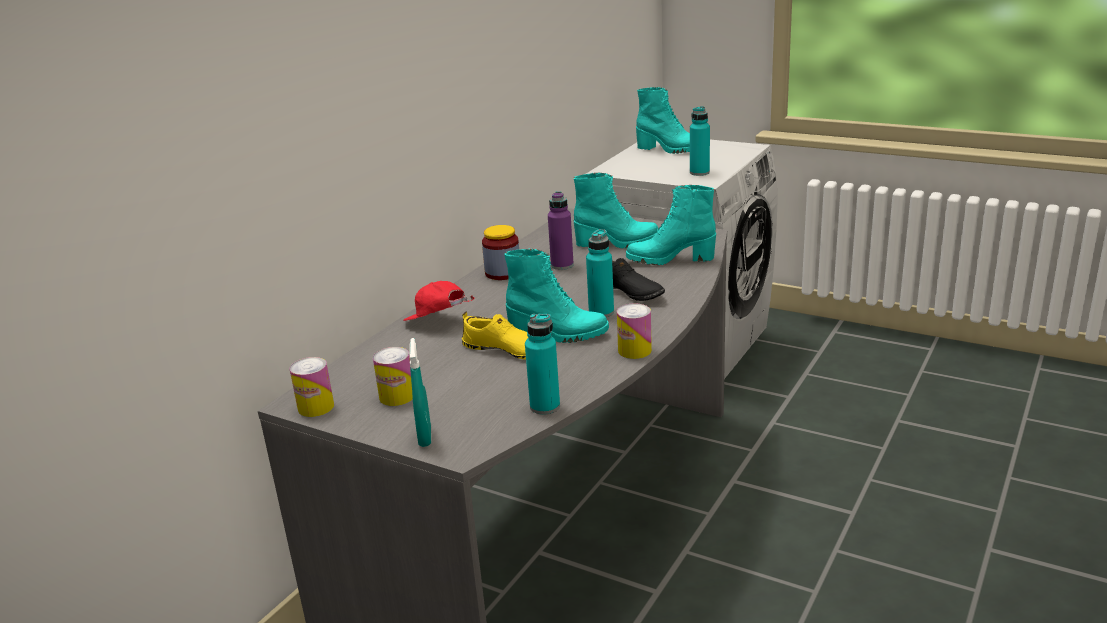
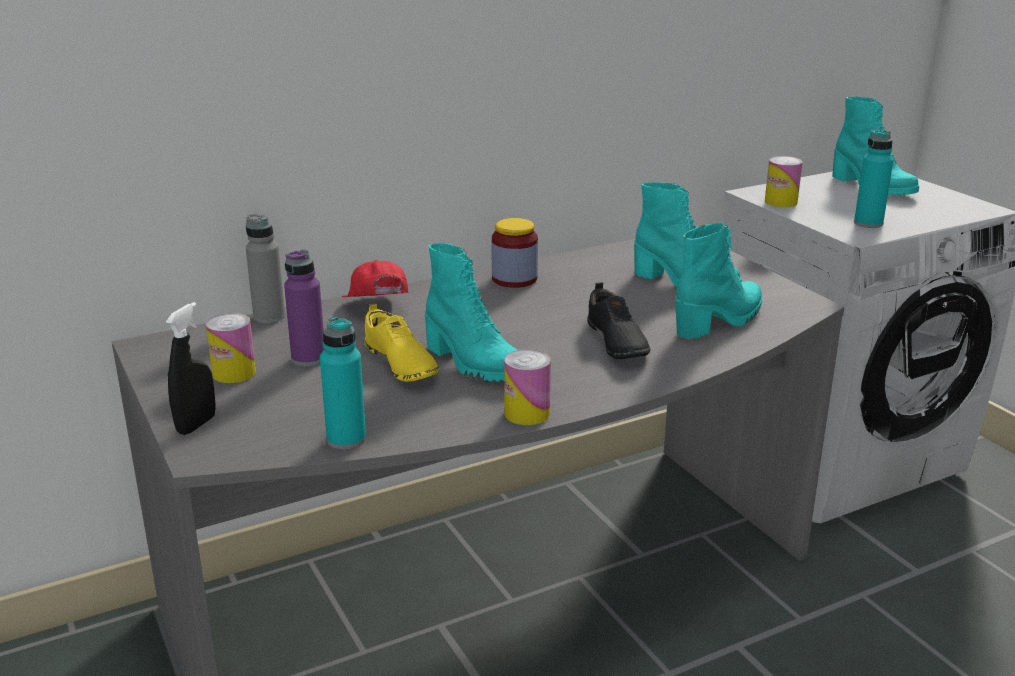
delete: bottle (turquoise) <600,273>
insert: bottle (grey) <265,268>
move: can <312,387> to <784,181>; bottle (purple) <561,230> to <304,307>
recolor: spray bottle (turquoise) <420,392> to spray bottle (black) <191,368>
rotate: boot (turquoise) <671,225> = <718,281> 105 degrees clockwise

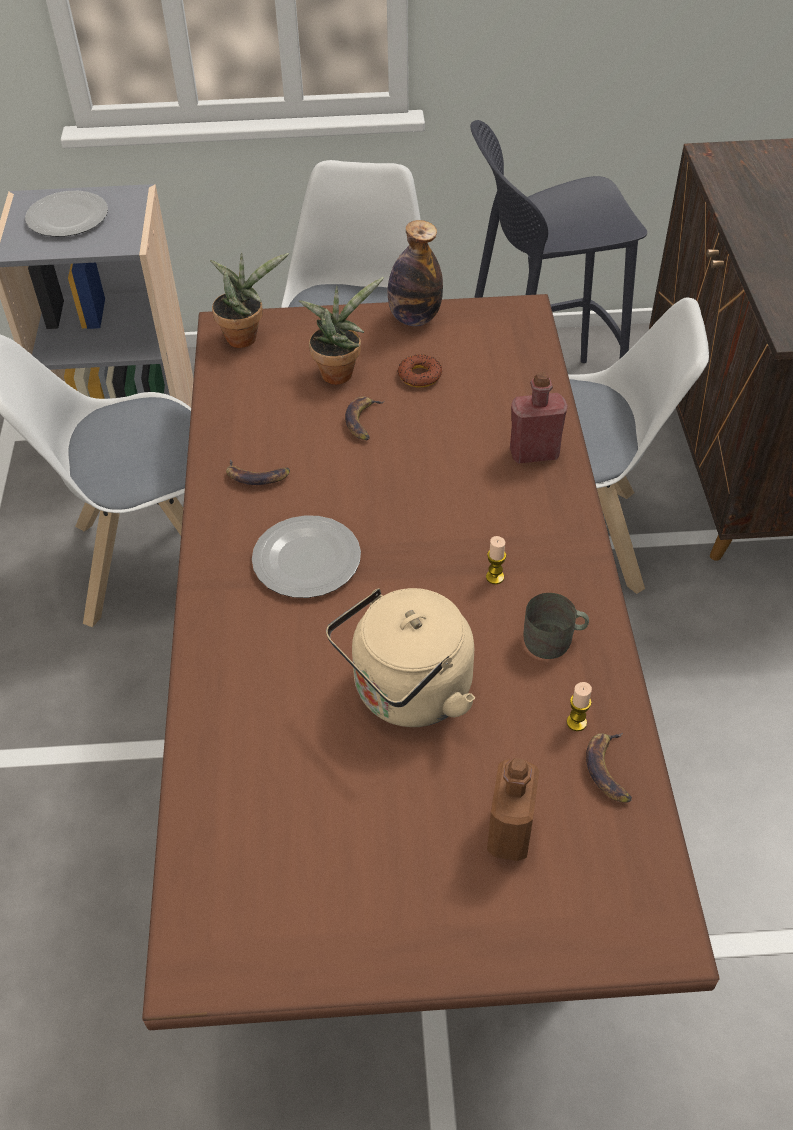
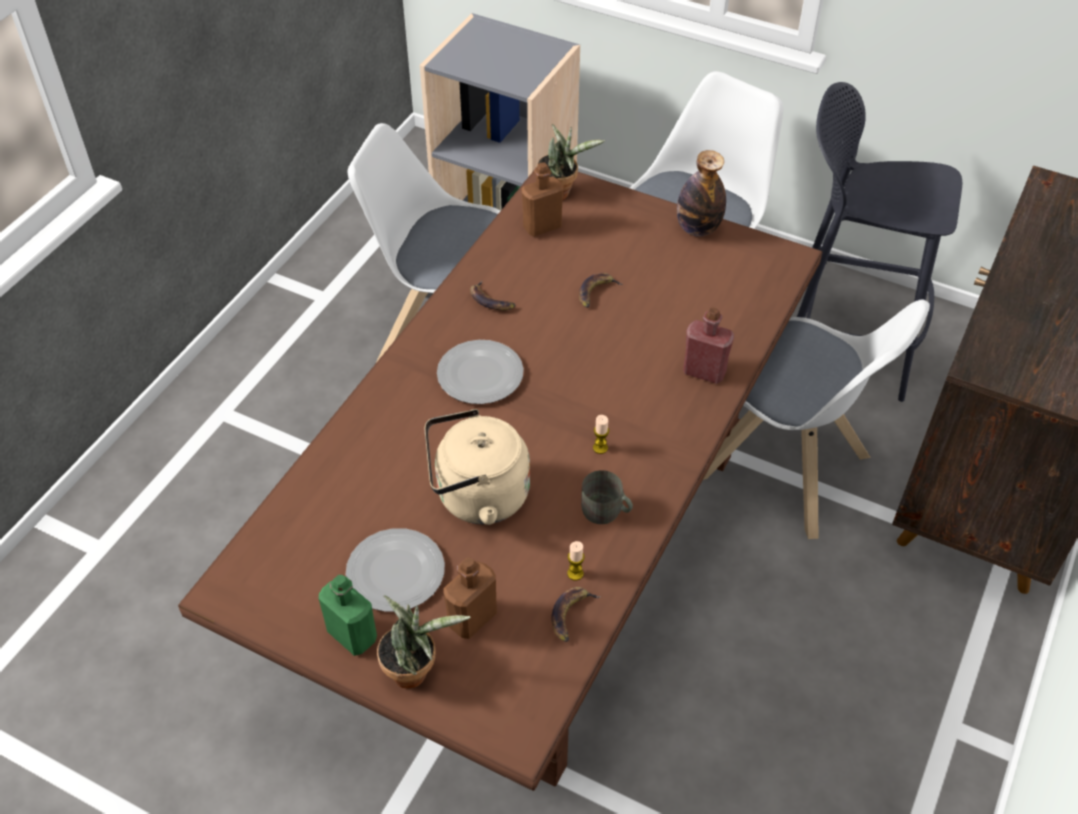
delete: donut <420,371>
insert: bottle (green) <348,615>; bottle (brown) <543,199>
move: plate <66,214> to <395,570>; potted plant <341,331> to <424,642>

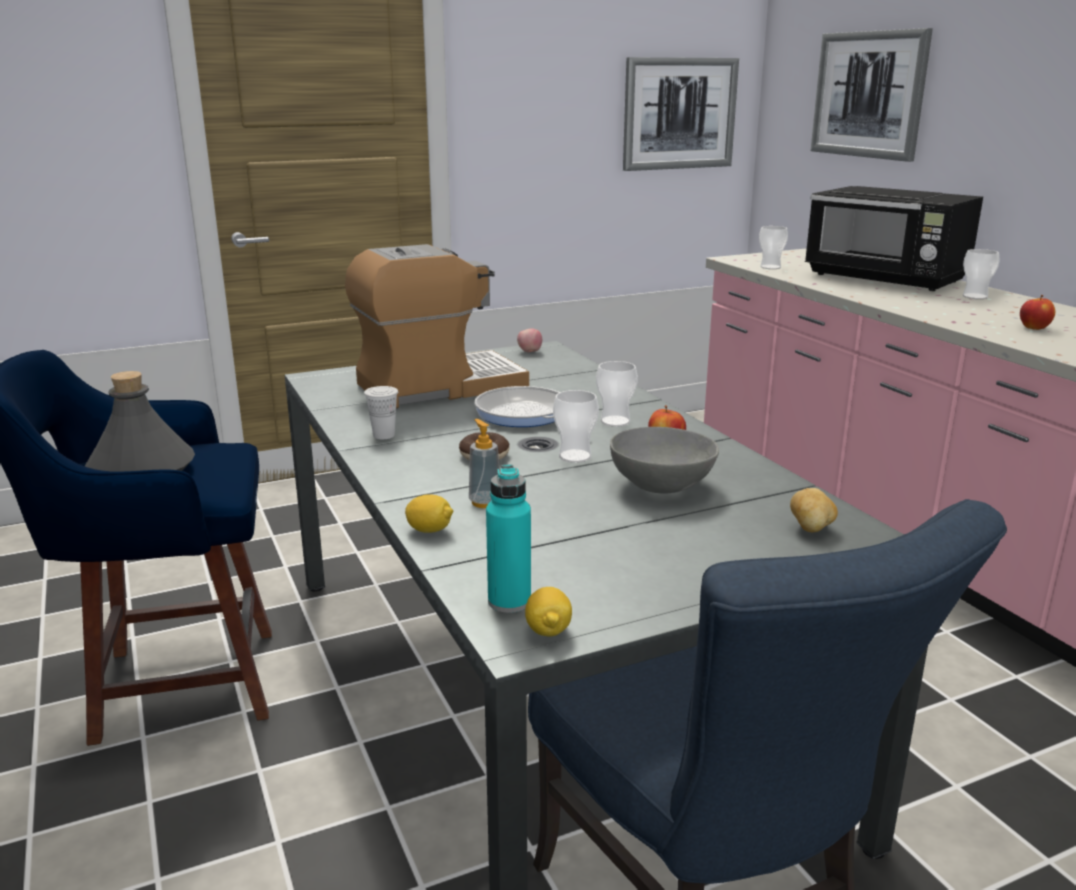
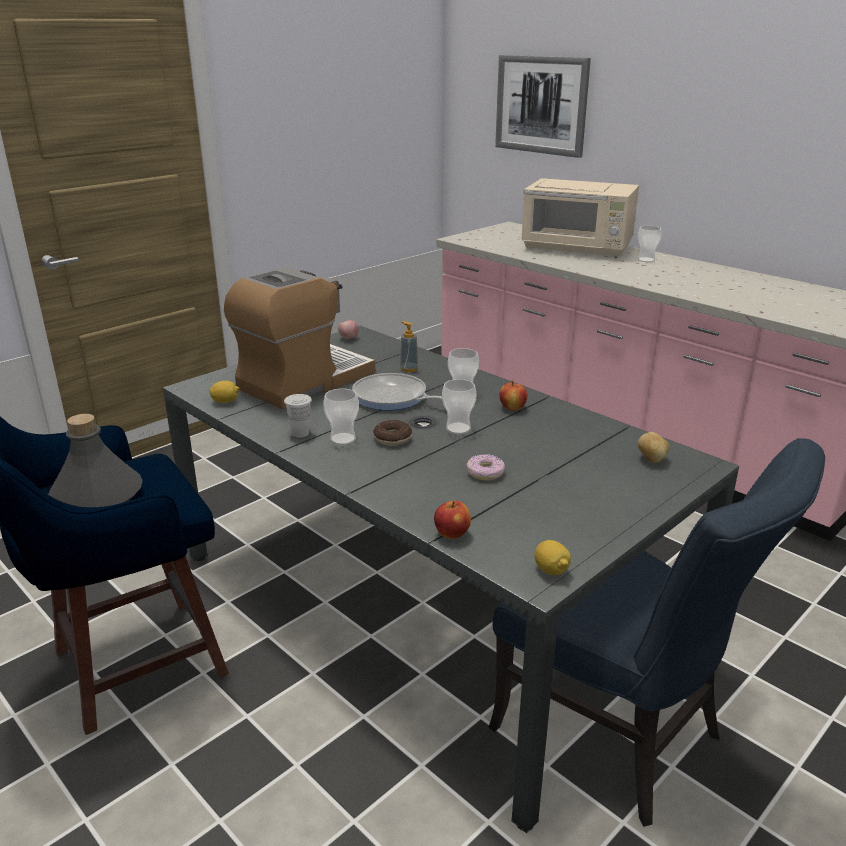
delete: bottle (turquoise) <508,538>; bowl (grey) <664,460>; picture <681,114>
insert: donut <486,467>
move: lemon <429,513> to <224,392>; soap dispenser <484,463> to <409,346>; cup <773,247> to <341,416>; apple <1037,312> to <452,520>
recolor: microwave (black) <894,238> to microwave (beige) <580,218>

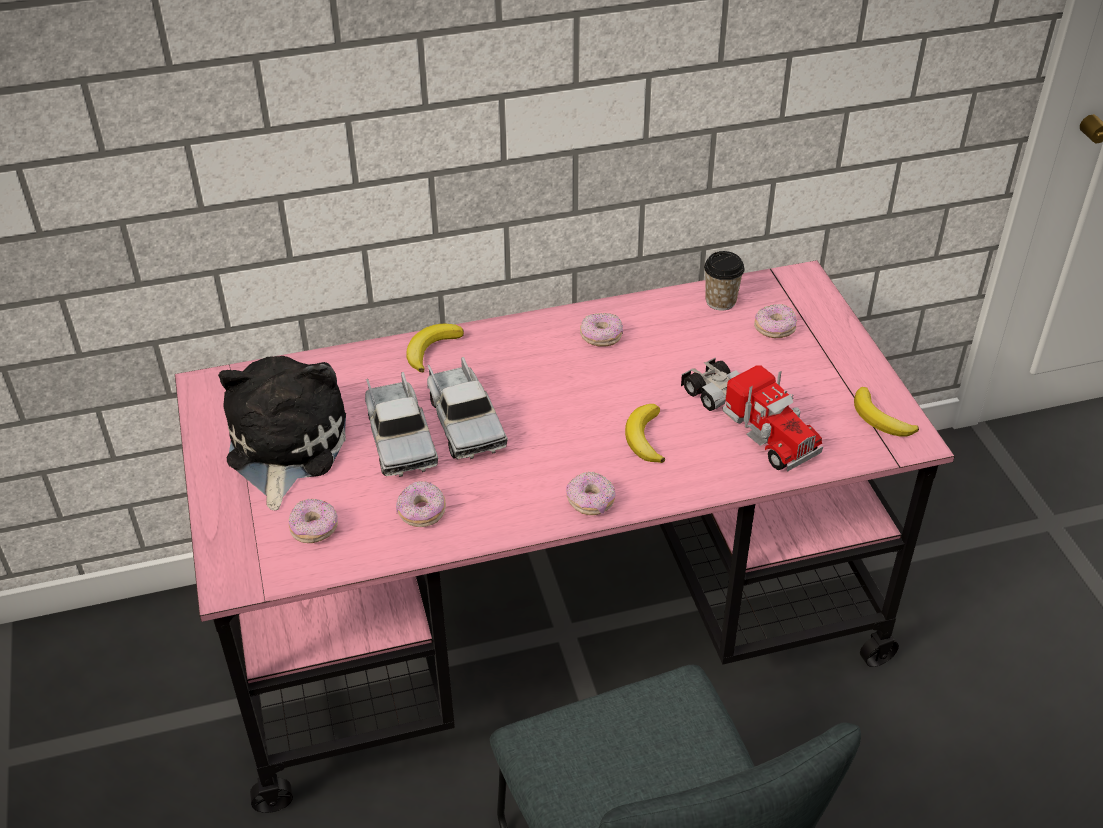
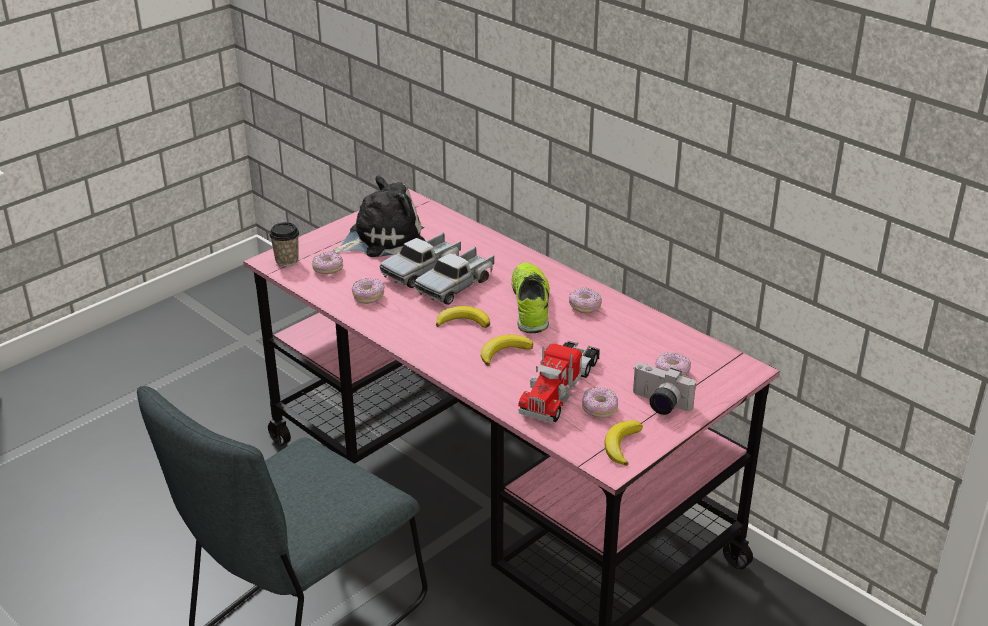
insert: shoe <531,297>; photo camera <664,389>
move: banana <435,348> to <463,317>; donut <591,493> to <600,402>; cup <724,281> to <284,244>

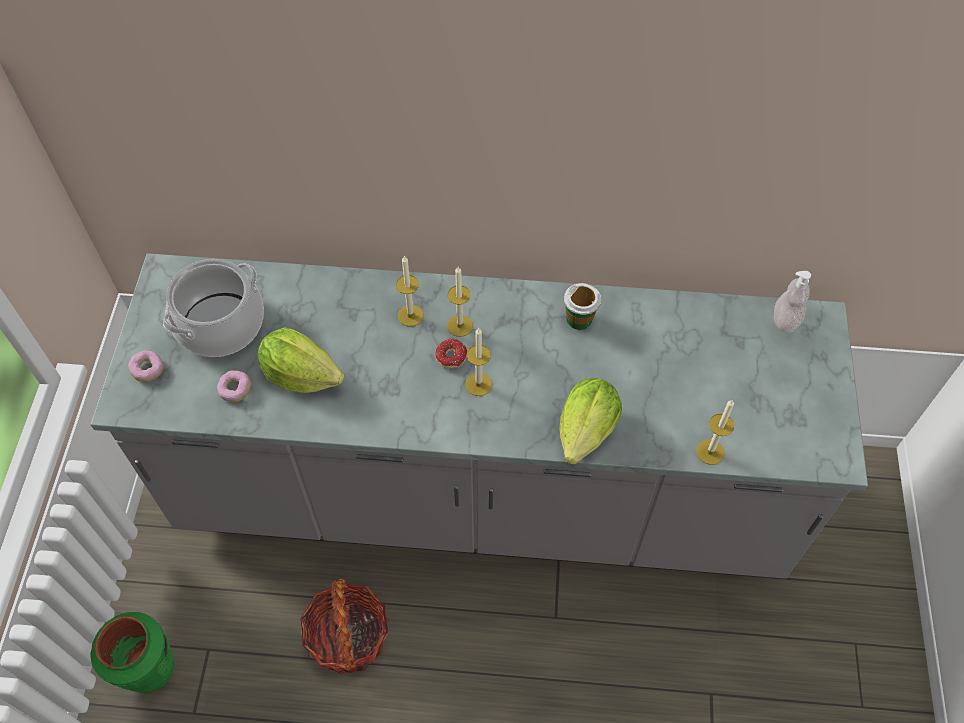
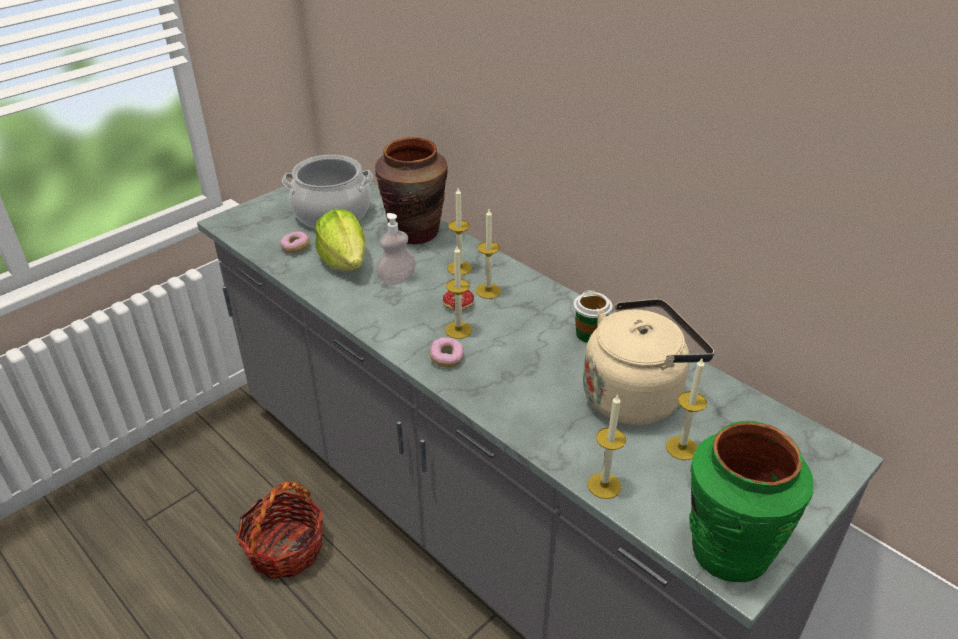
delete: lettuce <590,421>
insert: vase (brown) <411,190>; kettle (beige) <648,362>; candle <686,409>
move: vase (green) <132,652> to <751,501>; donut <146,366> to <447,352>; soap dispenser <792,302> to <396,249>

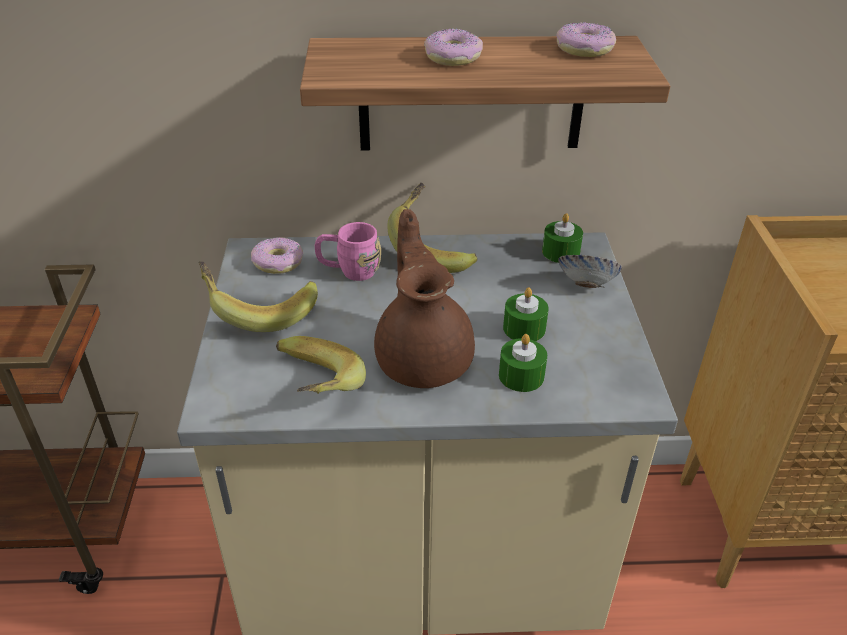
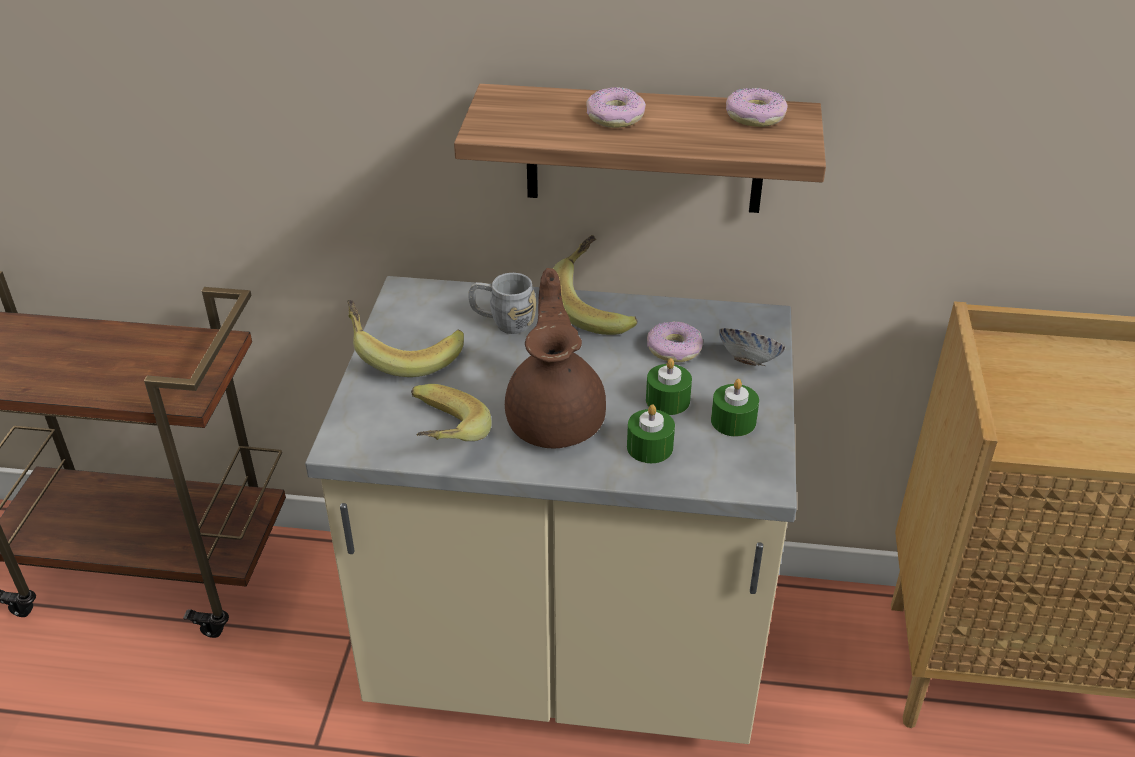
move: donut <277,255> to <675,341>; candle (green) <562,238> to <735,407>
recolor: mug (pink) <348,251> to mug (grey) <502,303>

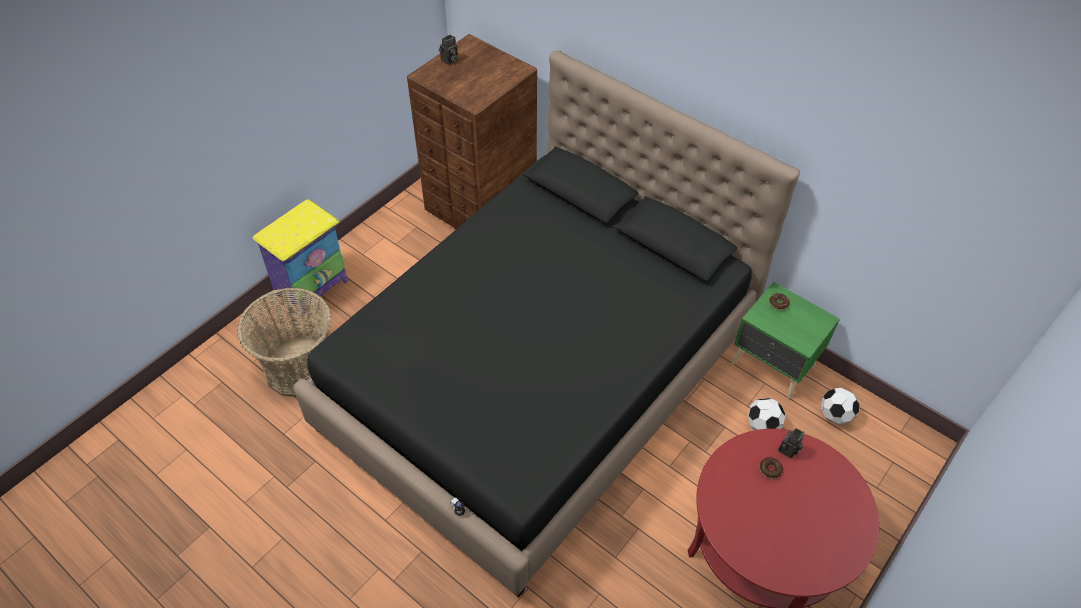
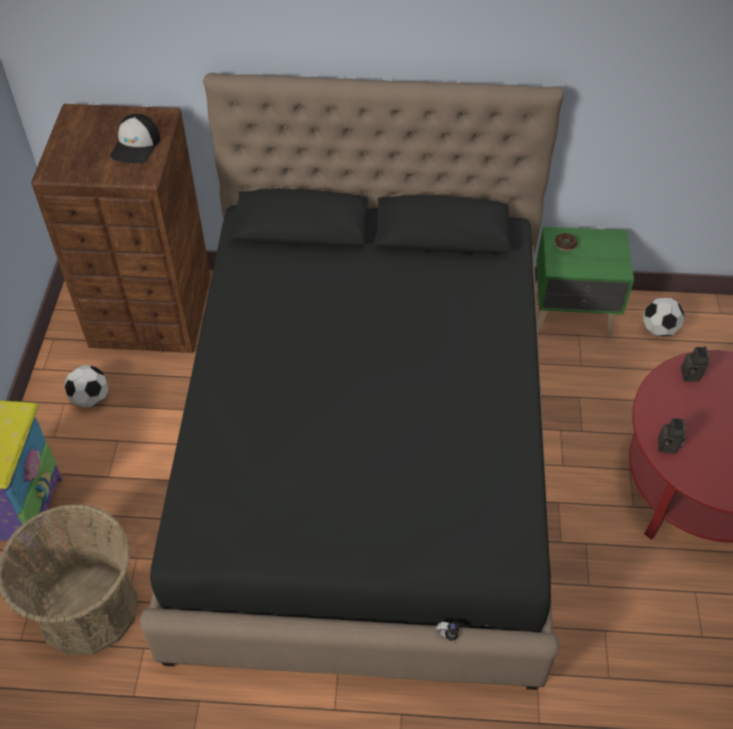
delete: donut <771,468>
insert: cap <135,139>
move: photo camera <448,50> to <672,436>; football <766,414> to <86,386>

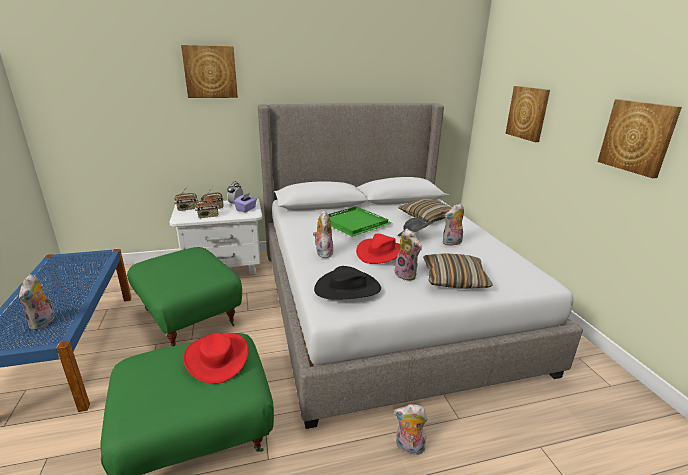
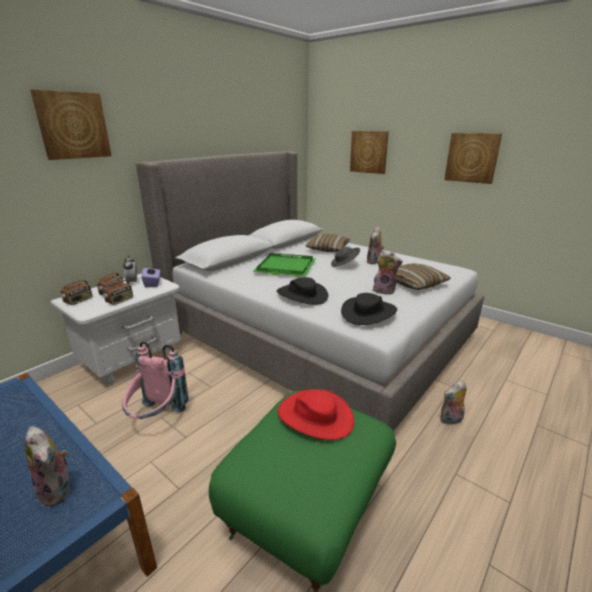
delete: hat (red) <378,249>
replace: ottoman (green) <184,296> to backpack (pink) <155,380>; plush toy <323,234> to hat (black) <302,291>

